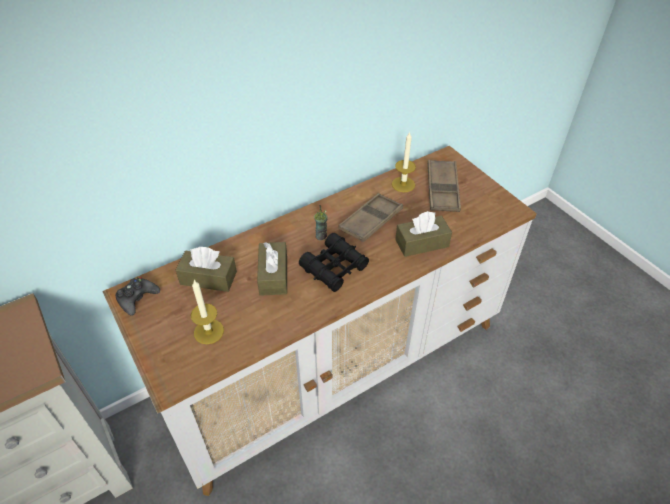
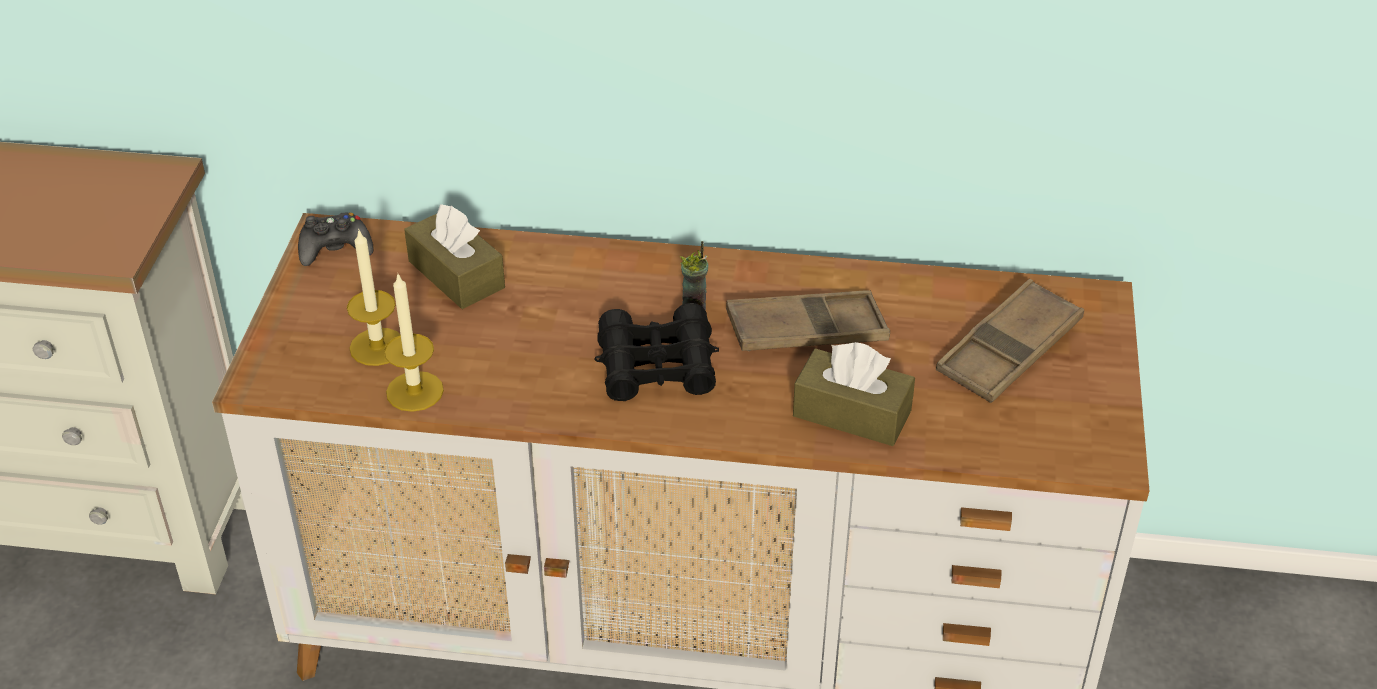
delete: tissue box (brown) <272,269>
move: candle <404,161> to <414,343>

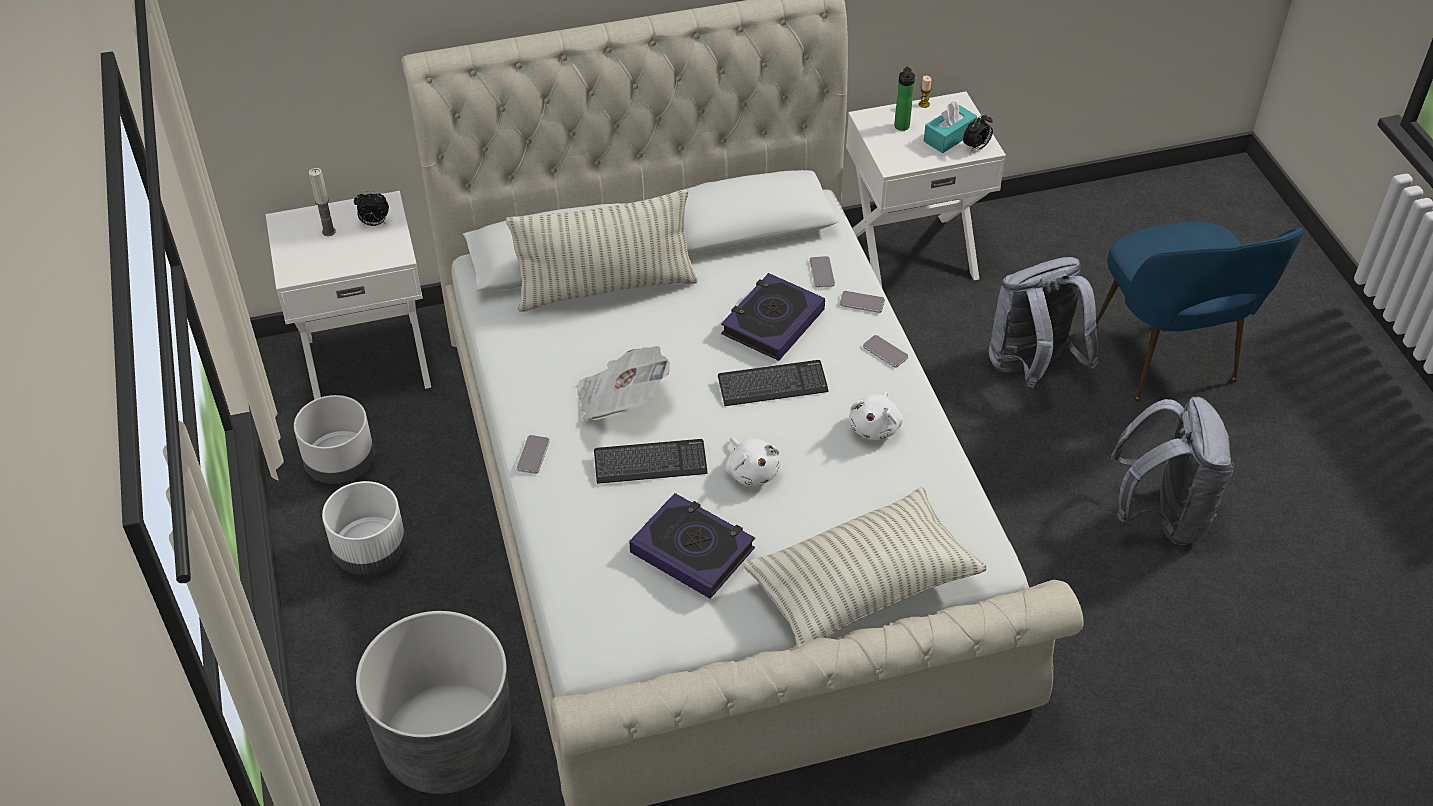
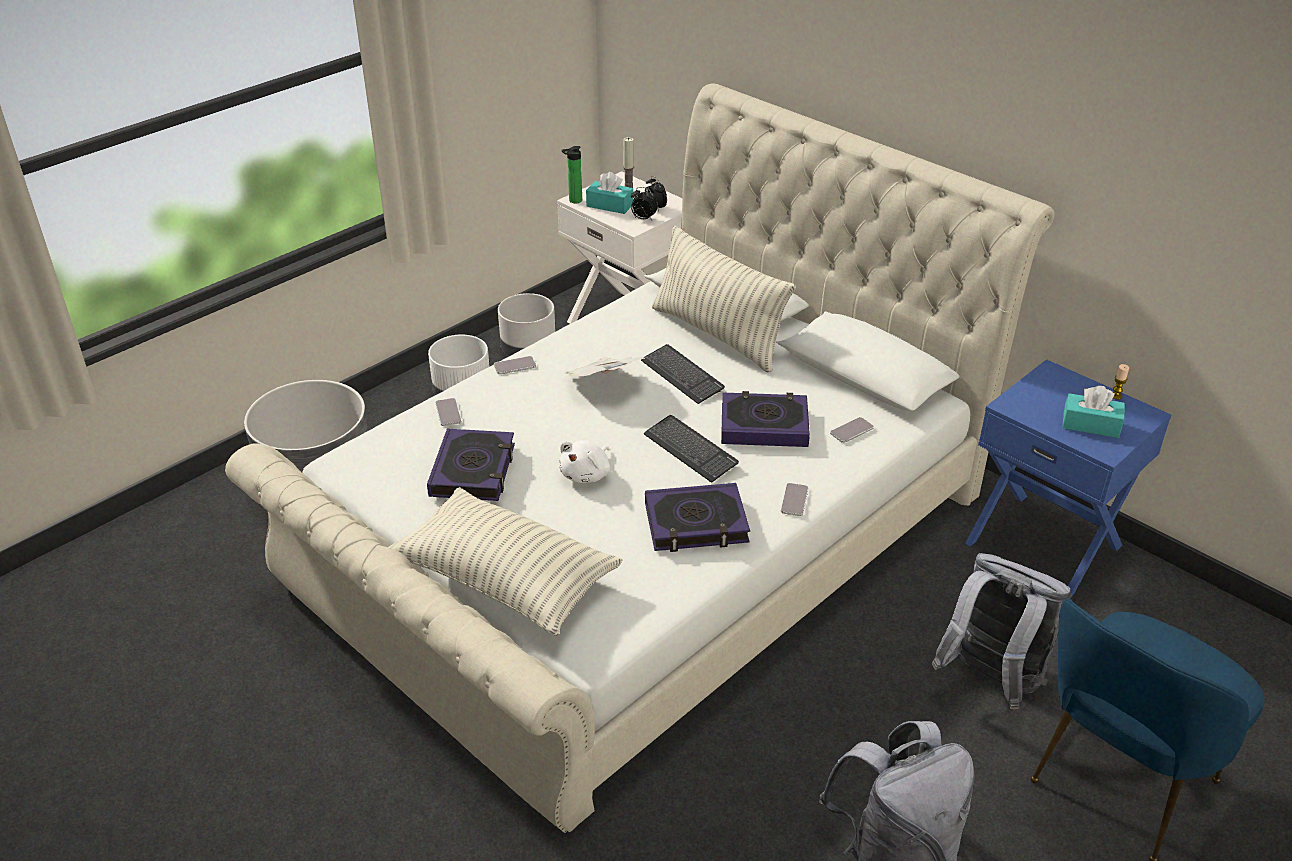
insert: tissue box (turquoise) <609,193>
move: keyboard <651,461> to <683,374>; phone <862,302> to <448,412>; bottle <904,99> to <571,174>; alarm clock <978,132> to <644,203>
replace: plush toy (white) <876,416> to book <697,517>
recolor: nightstand (white) <926,190> to nightstand (blue) <1068,478>

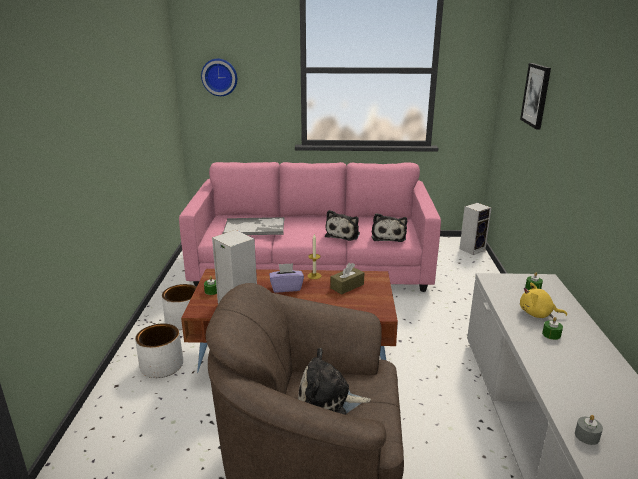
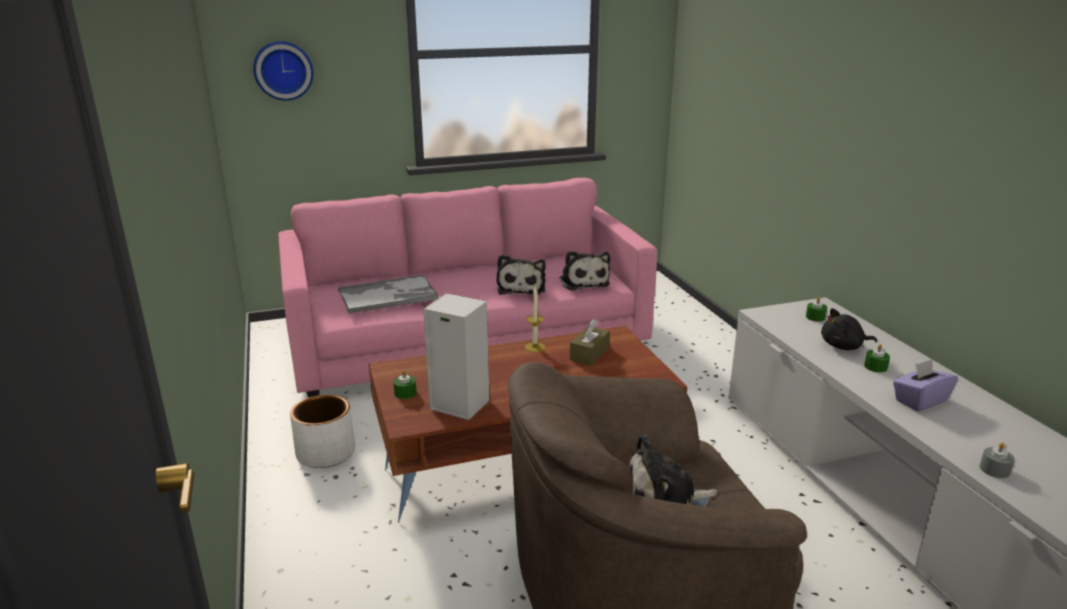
delete: planter (white) <159,350>; speaker <475,229>; picture <535,96>
move: tissue box (purple) <286,277> to <925,385>
recolor: plush toy (yellow) <543,300> to plush toy (black) <849,329>

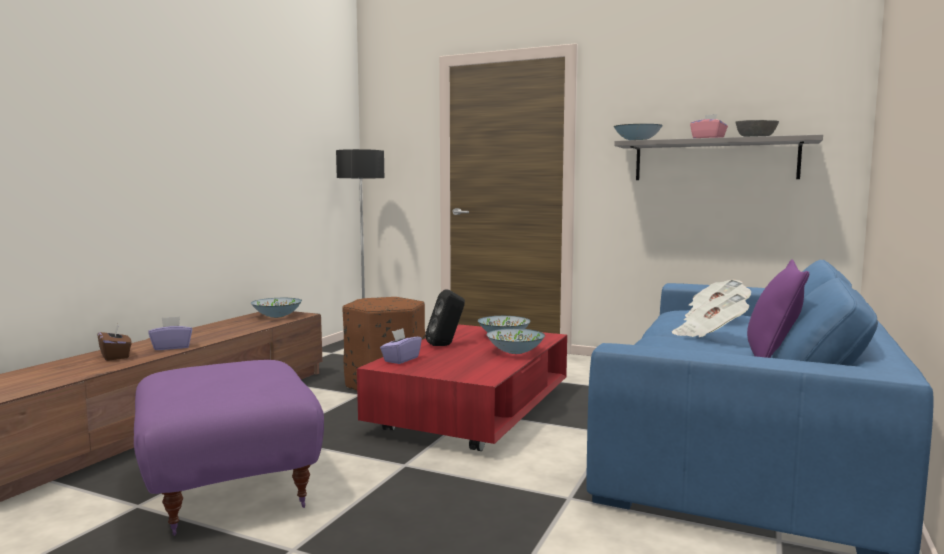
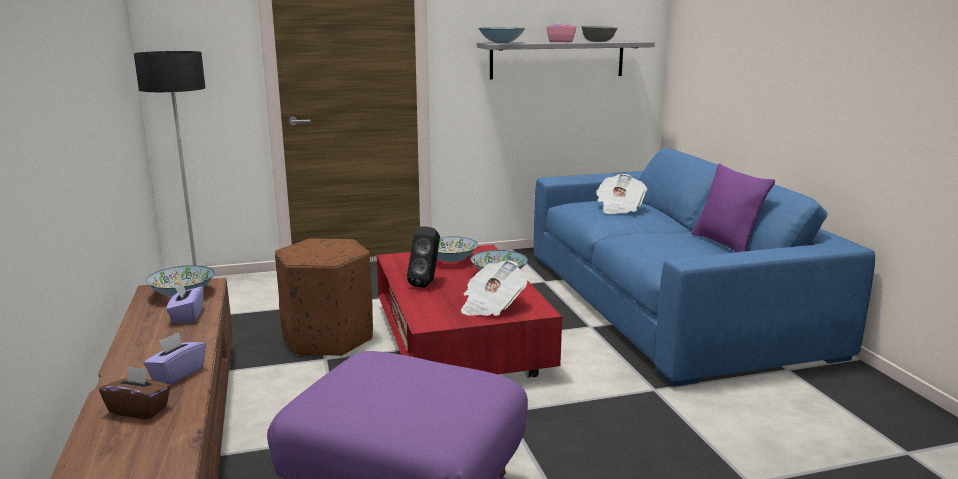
move: tissue box (purple) <401,346> to <184,302>; newspaper <710,315> to <494,288>

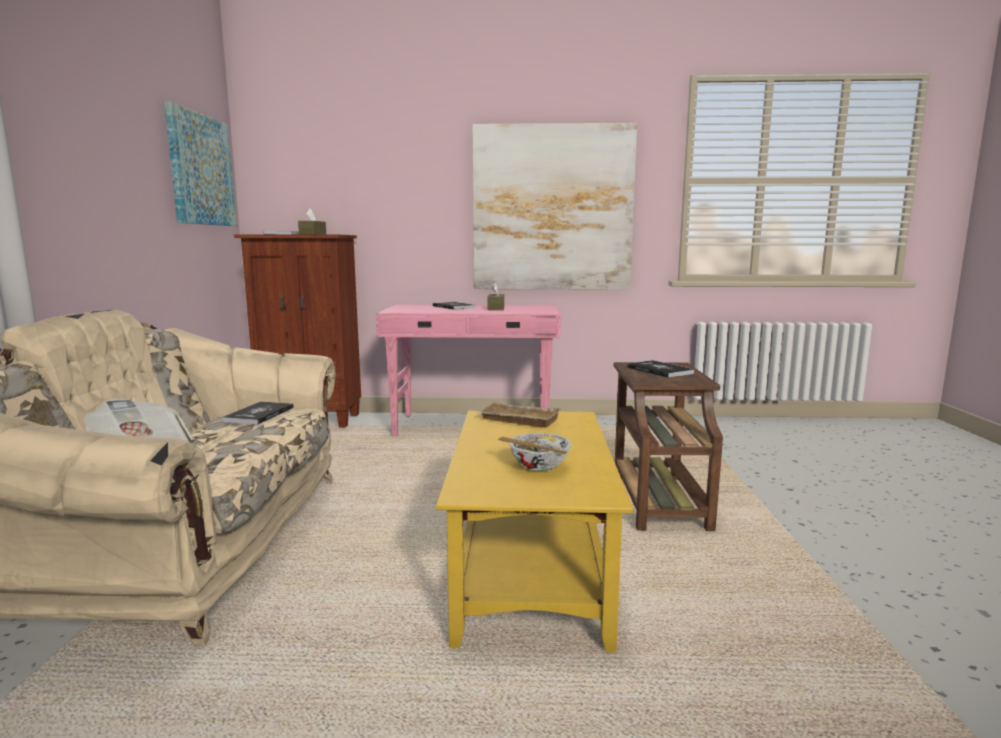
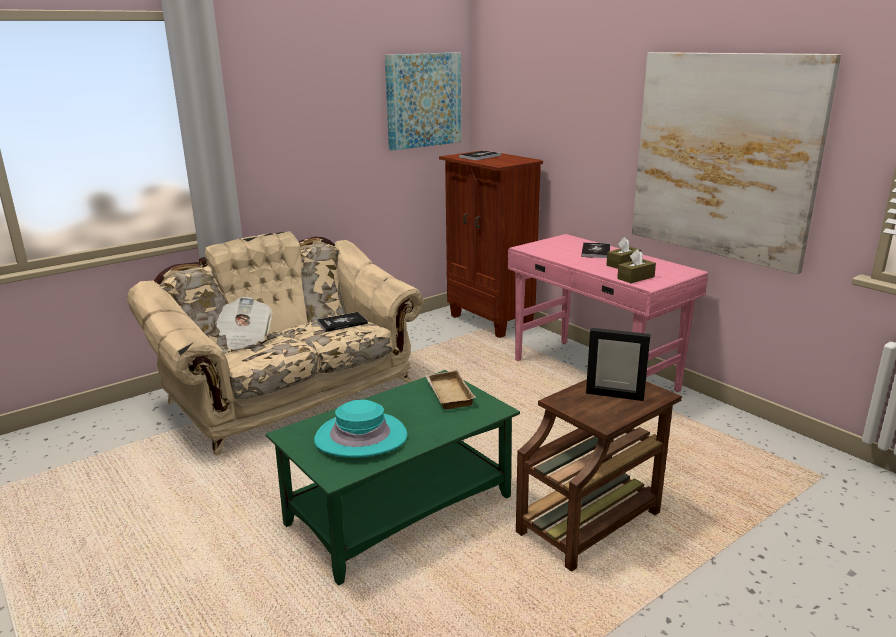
move: tissue box (brown) <312,222> to <636,266>
replace: bowl <535,452> to hat (turquoise) <360,429>; book <660,369> to picture frame <618,364>
recolor: coffee table (yellow) <535,531> to coffee table (green) <393,478>

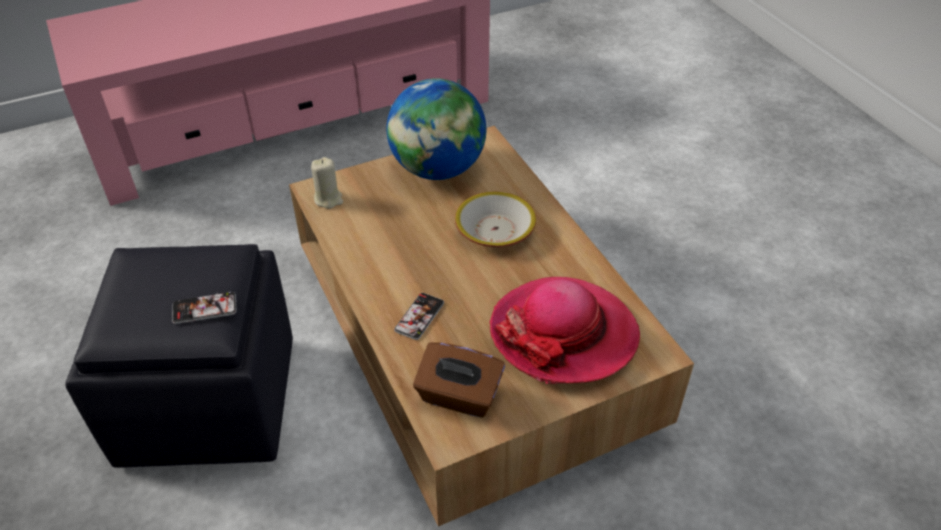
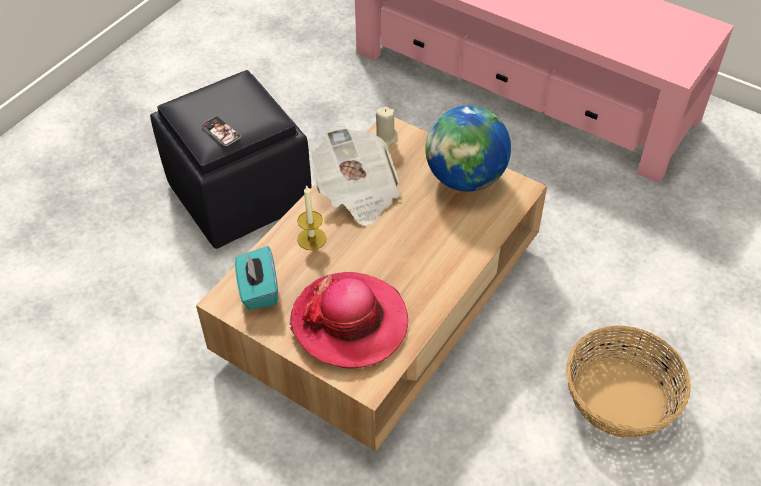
delete: bowl <495,219>
insert: newspaper <356,176>; basket <628,382>
replace: phone <419,316> to candle <311,218>
recolor: tissue box (brown) <459,379> to tissue box (turquoise) <256,278>

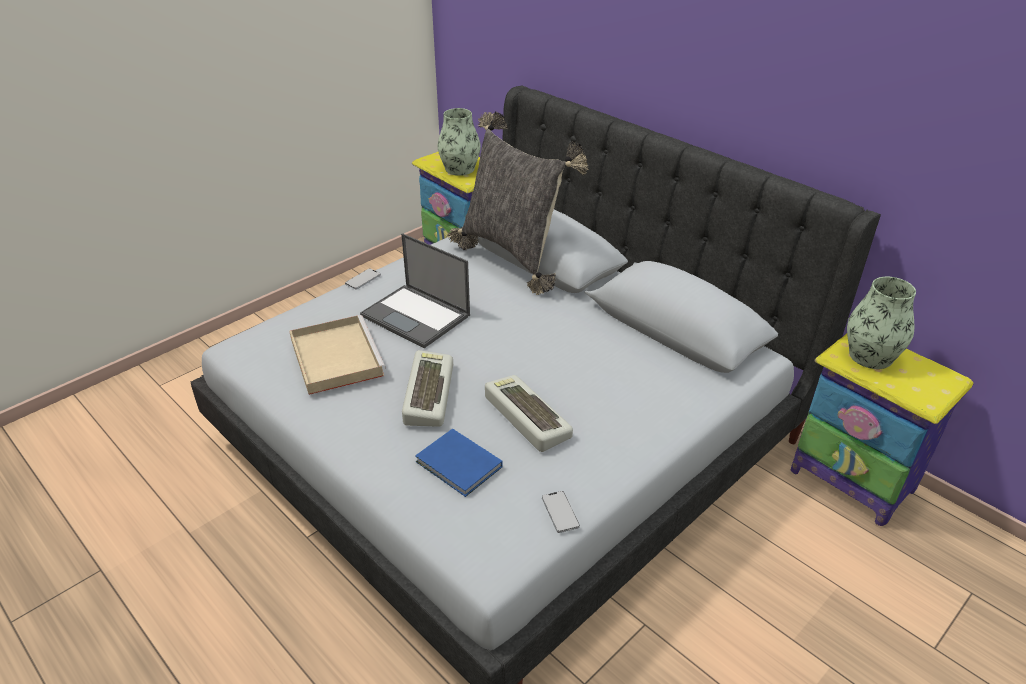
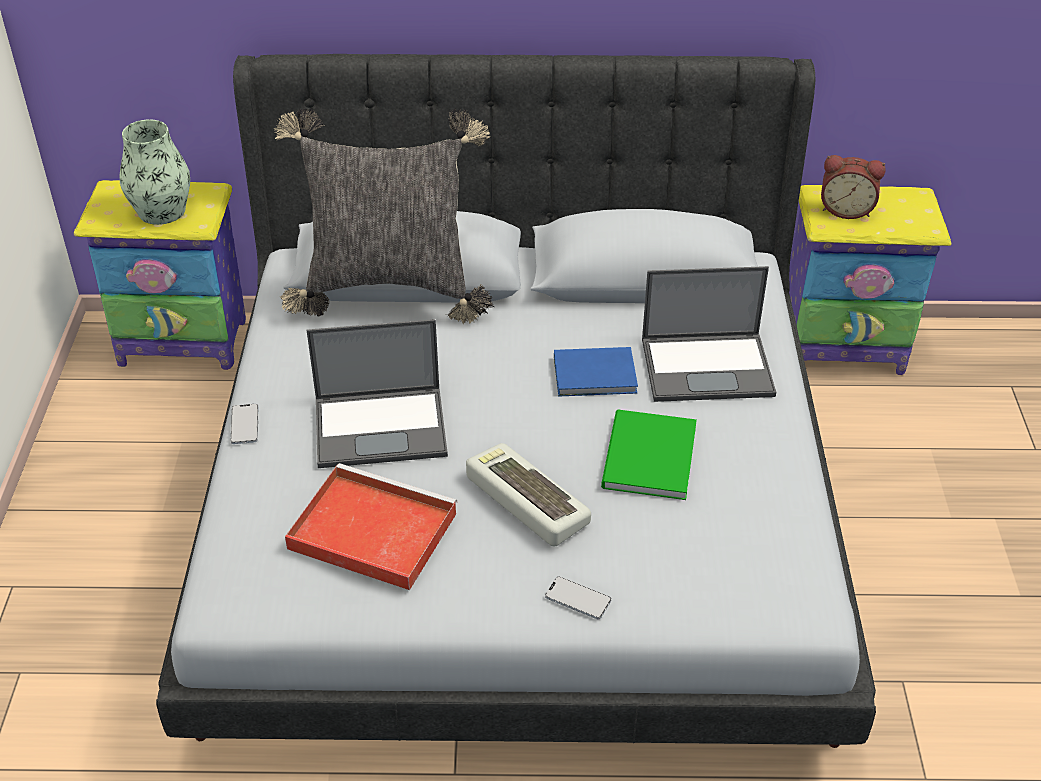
insert: laptop <709,334>
move: book (blue) <459,462> to <596,371>; phone <561,512> to <578,598>
replace: keyboard <529,413> to book (green) <649,455>; vase <881,323> to alarm clock <853,187>
recolor: tray (beige) <337,355> to tray (red) <371,526>

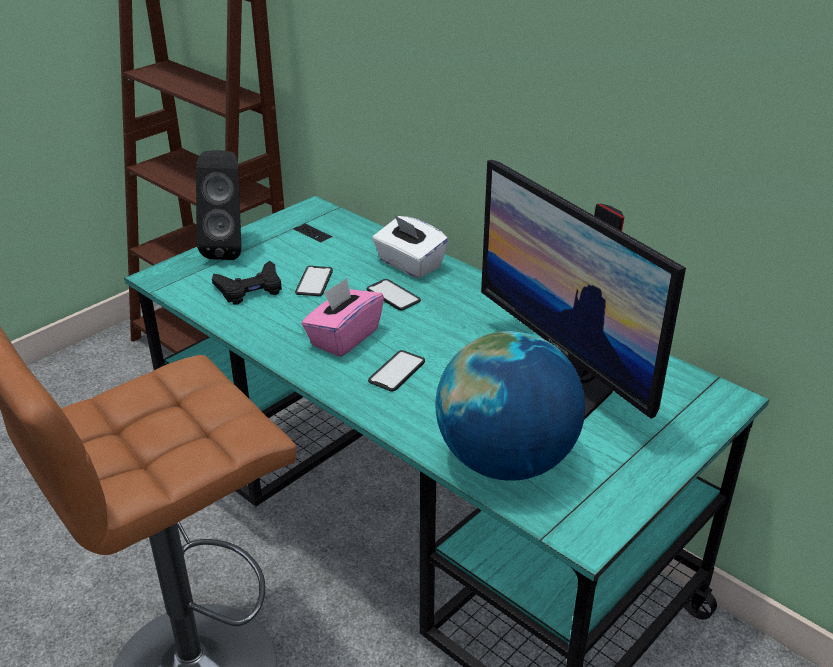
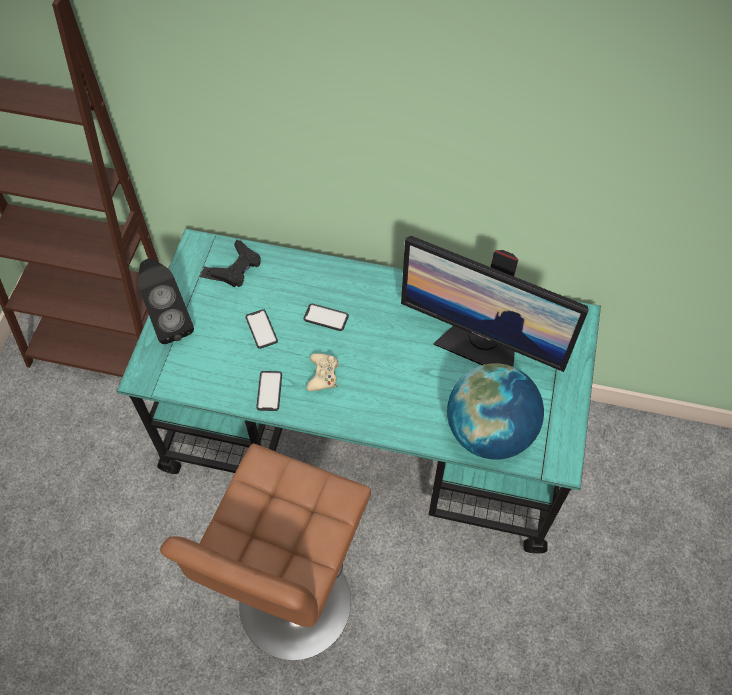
delete: tissue box (white) <410,247>
move: game controller (black) <247,283> to <235,263>; phone <396,370> to <269,391>
replace: tissue box (pink) <343,317> to game controller (beige) <322,372>

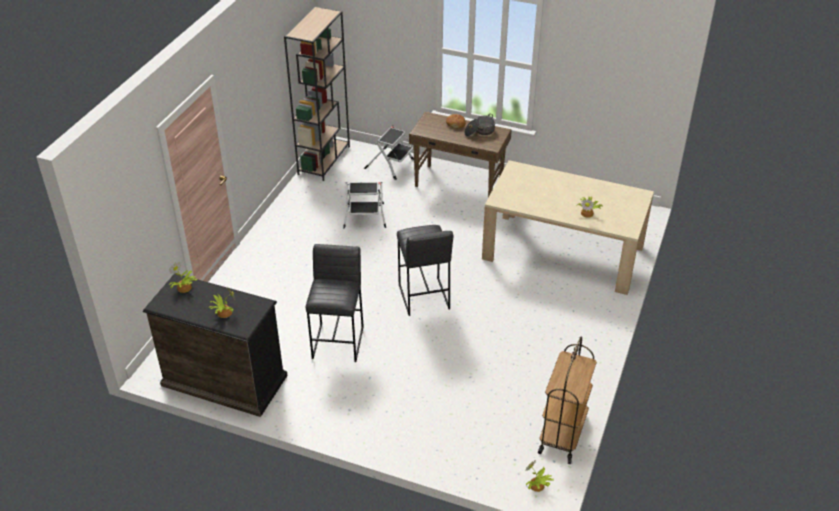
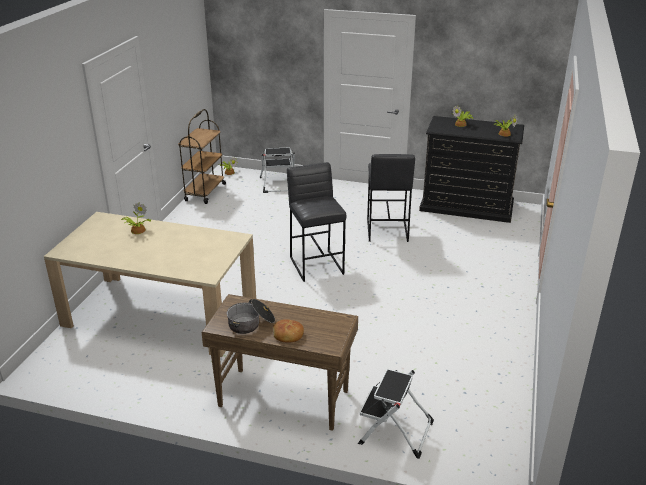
delete: bookcase <317,93>
move: step ladder <364,205> to <277,170>

